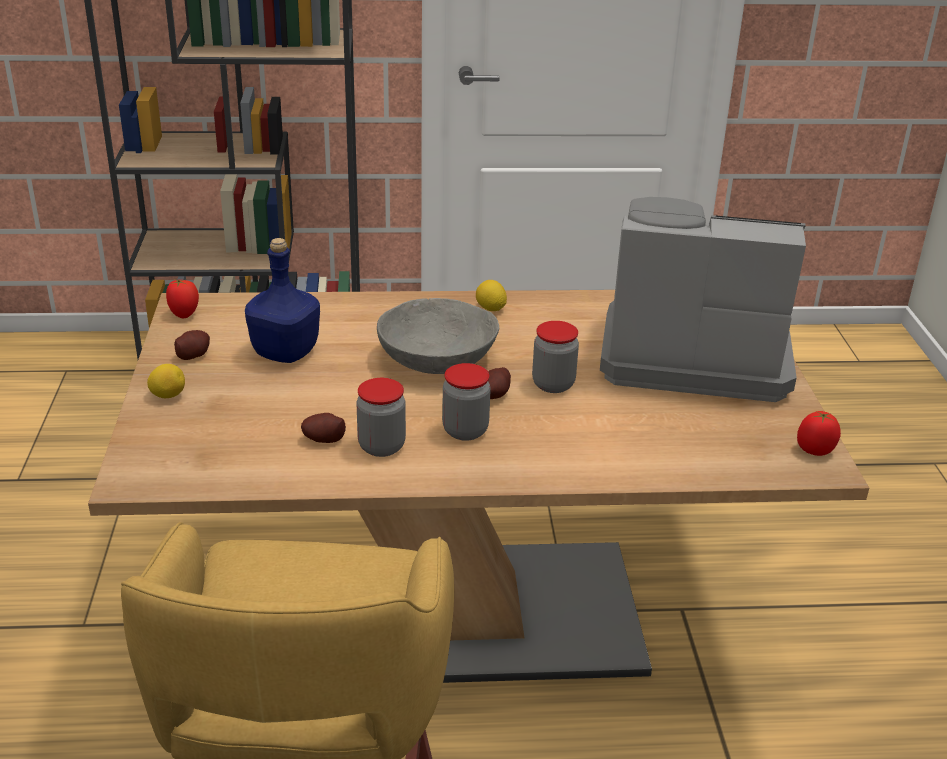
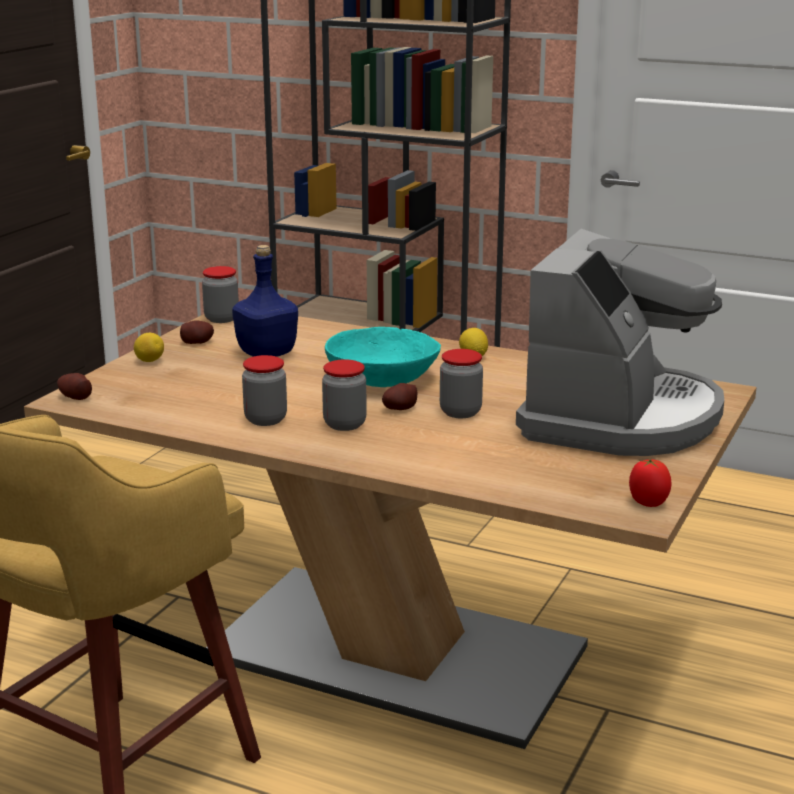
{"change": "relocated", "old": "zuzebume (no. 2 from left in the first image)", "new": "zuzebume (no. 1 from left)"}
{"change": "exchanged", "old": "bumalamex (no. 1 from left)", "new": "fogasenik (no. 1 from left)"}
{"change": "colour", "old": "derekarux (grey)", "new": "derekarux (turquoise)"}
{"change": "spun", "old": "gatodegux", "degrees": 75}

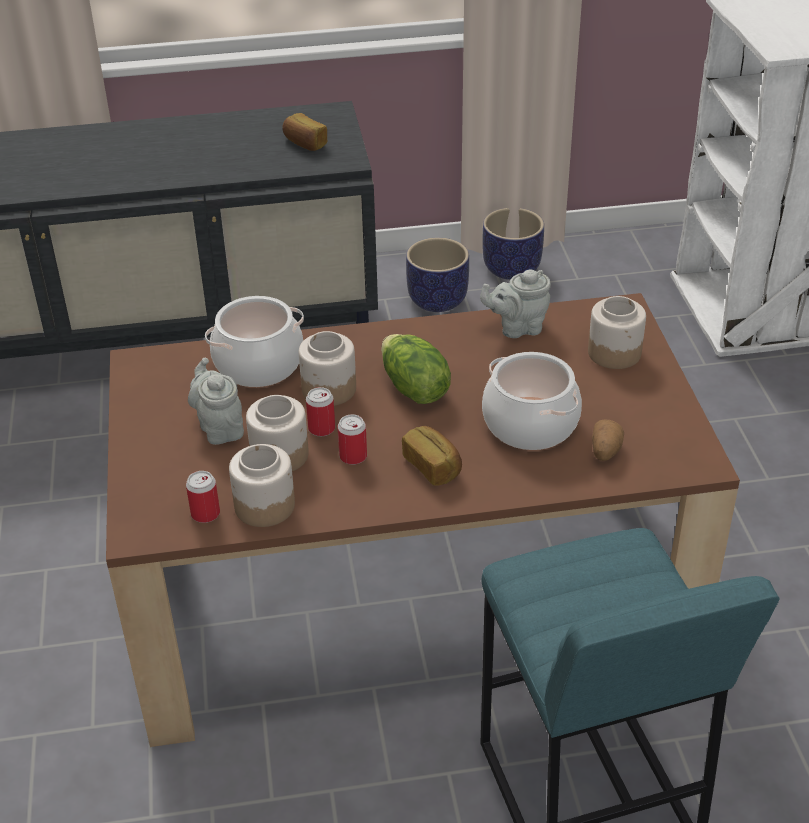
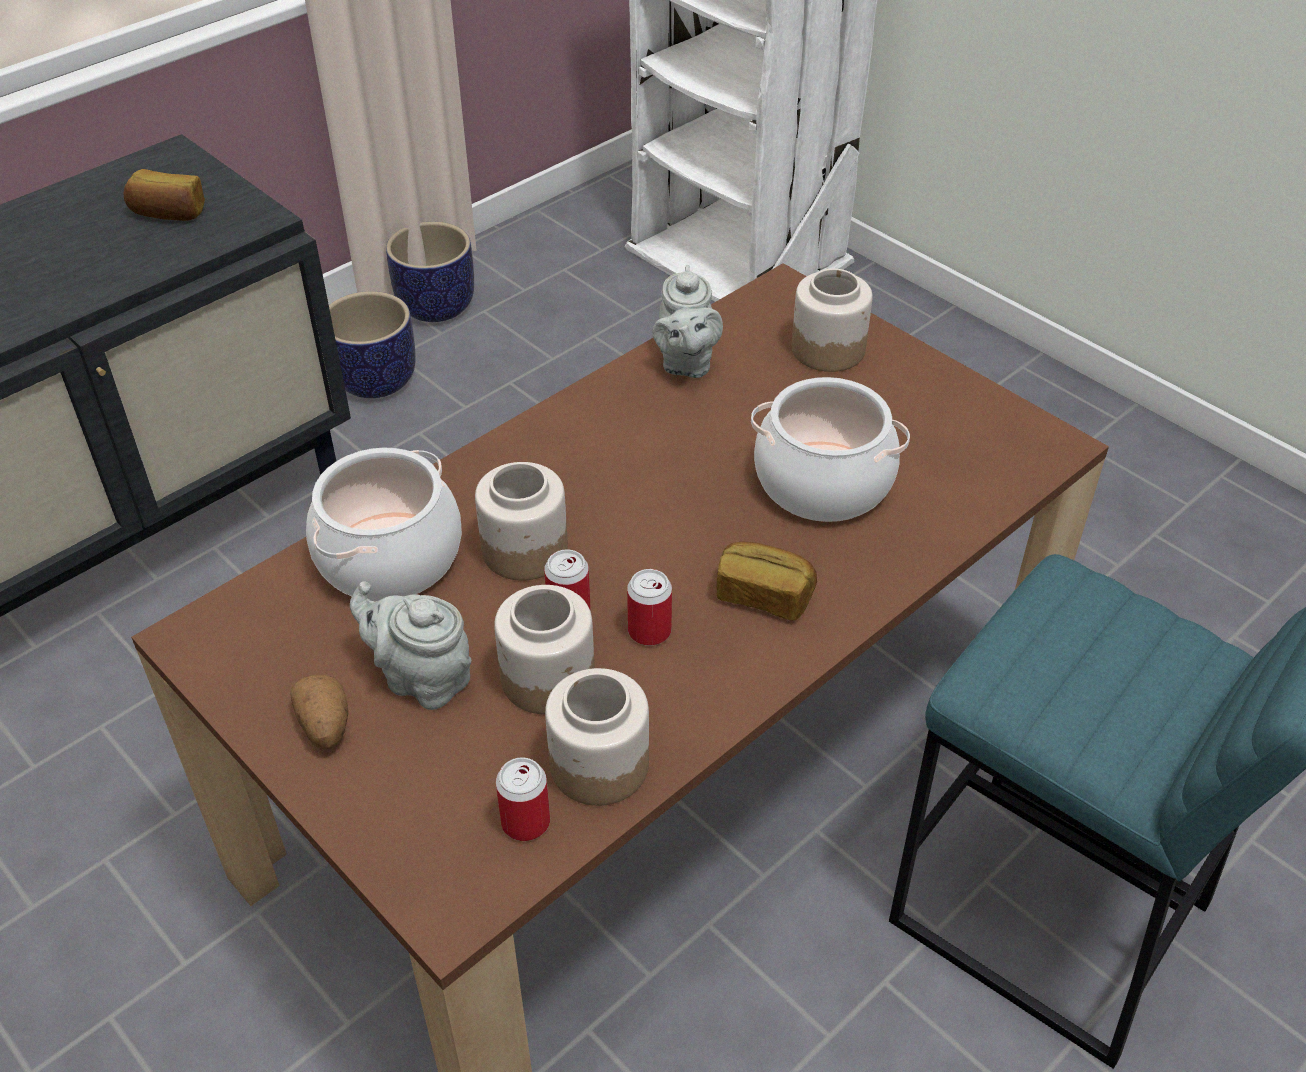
{"change": "missing", "old": "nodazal"}
{"change": "relocated", "old": "zuzebume"}
{"change": "spun", "old": "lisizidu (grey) (no. 2 from left)", "degrees": -45}

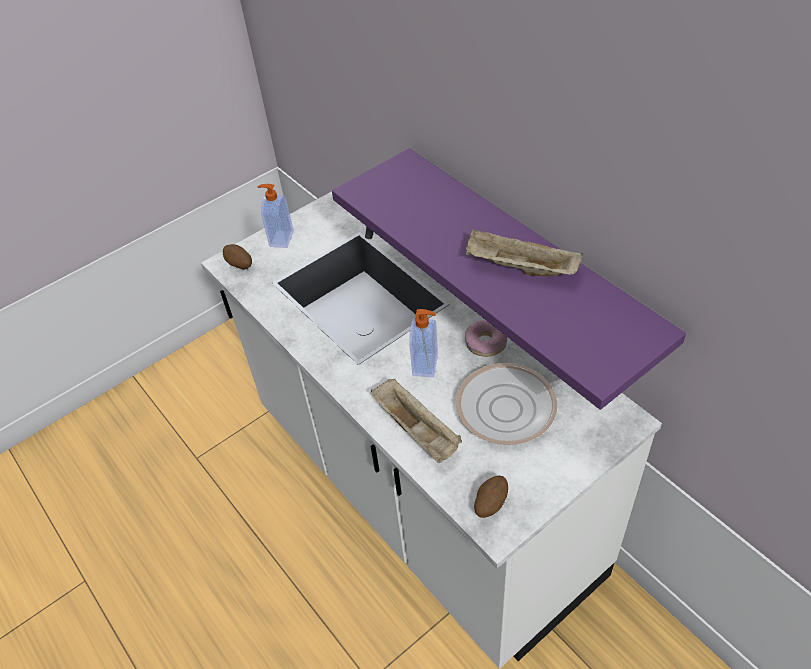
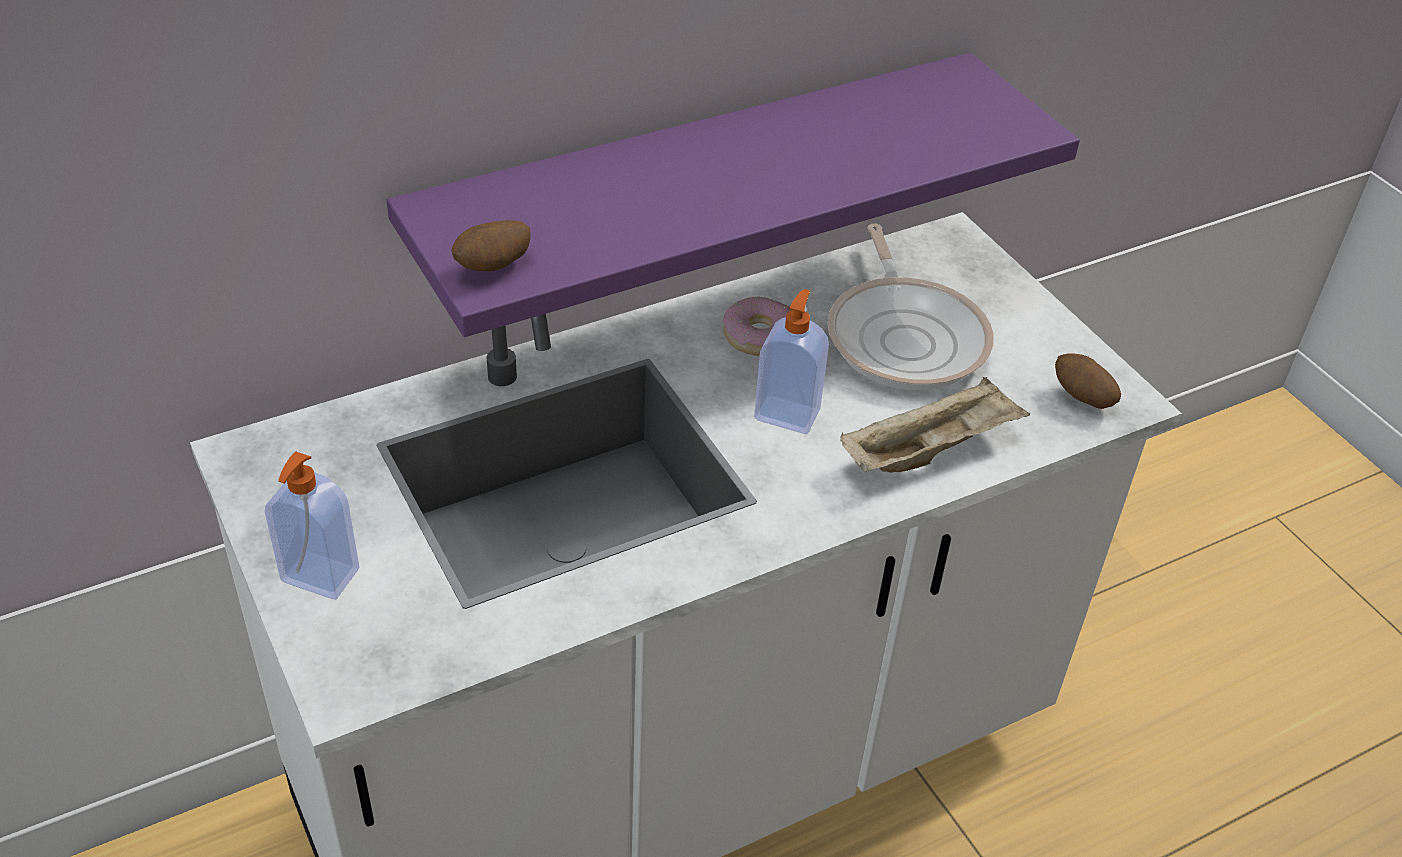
{"change": "missing", "old": "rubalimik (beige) (no. 2 from left)"}
{"change": "relocated", "old": "zuzebume (no. 1 from left)"}

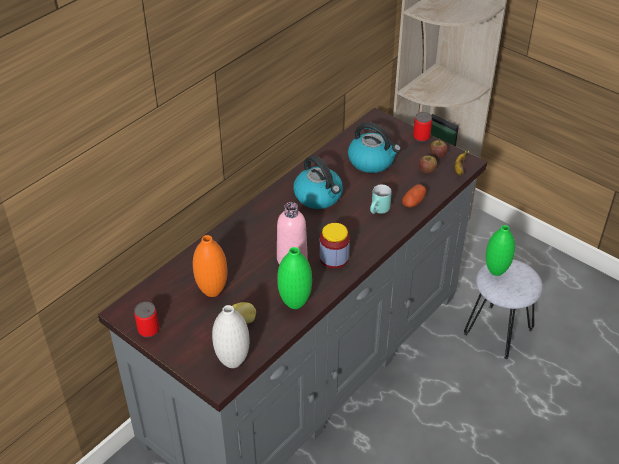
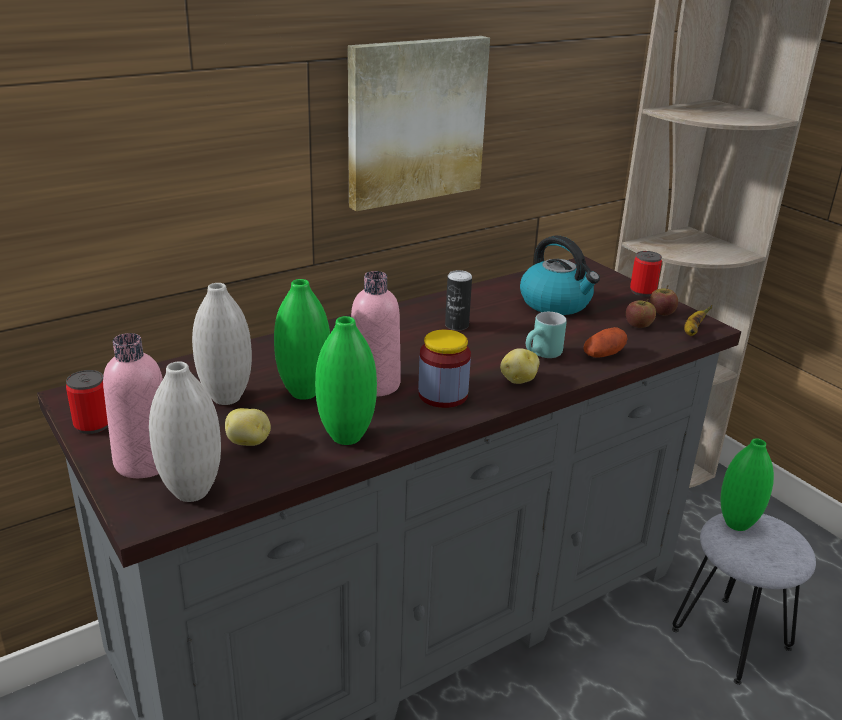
{"change": "appeared", "new": "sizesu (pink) (no. 1 from left)"}
{"change": "appeared", "new": "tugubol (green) (no. 1 from left)"}
{"change": "appeared", "new": "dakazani"}
{"change": "appeared", "new": "zuzebume (no. 2 from left)"}
{"change": "exchanged", "old": "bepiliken (no. 1 from left)", "new": "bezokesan (no. 2 from left)"}
{"change": "colour", "old": "tugubol (orange)", "new": "tugubol (white) (no. 2 from left)"}

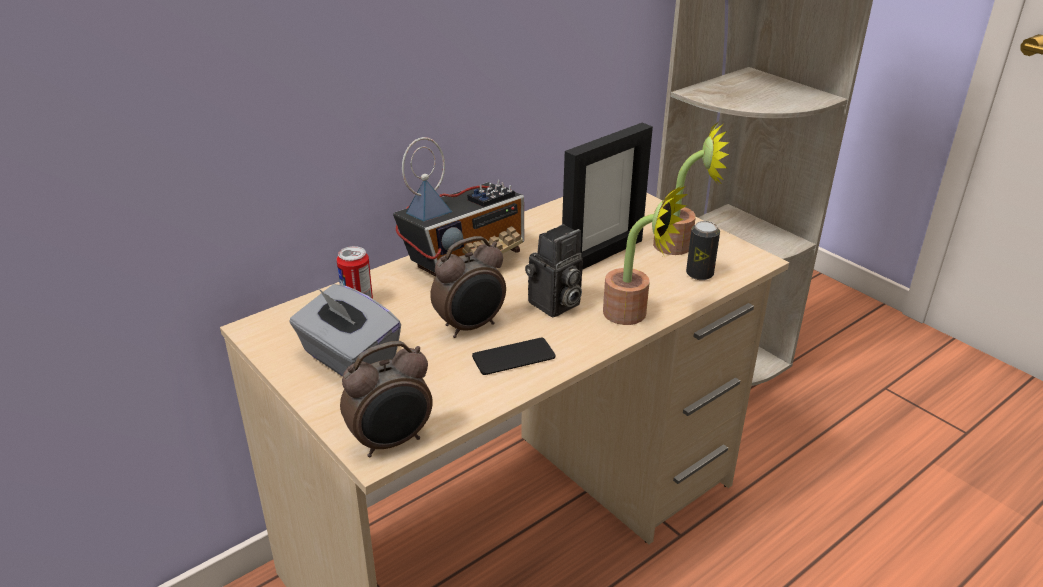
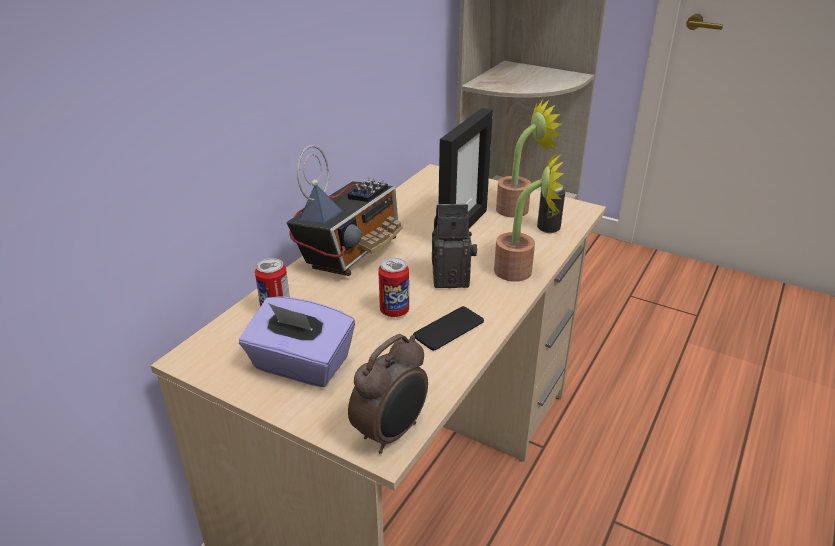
{"change": "exchanged", "old": "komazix (no. 2 from left)", "new": "bezokesan (no. 2 from left)"}
{"change": "colour", "old": "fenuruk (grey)", "new": "fenuruk (purple)"}
{"change": "spun", "old": "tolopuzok", "degrees": -120}

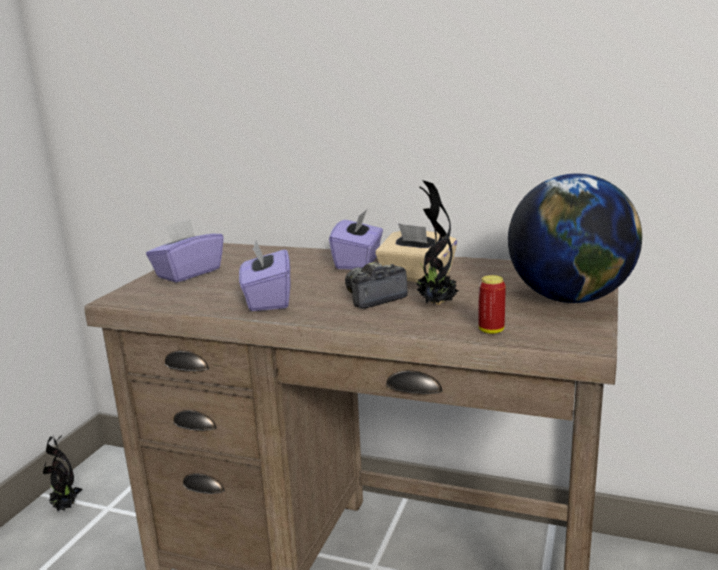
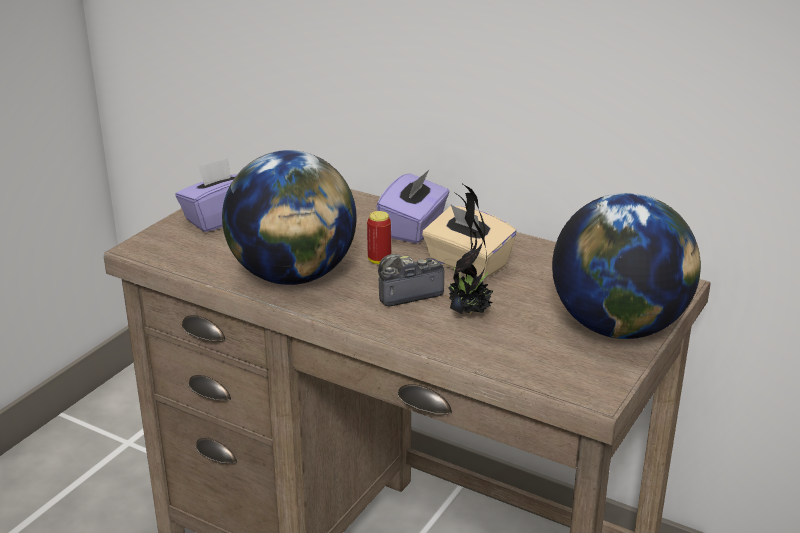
{"change": "missing", "old": "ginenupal (no. 1 from left)"}
{"change": "relocated", "old": "bezokesan"}
{"change": "exchanged", "old": "fenuruk (purple) (no. 2 from left)", "new": "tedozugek (no. 1 from left)"}

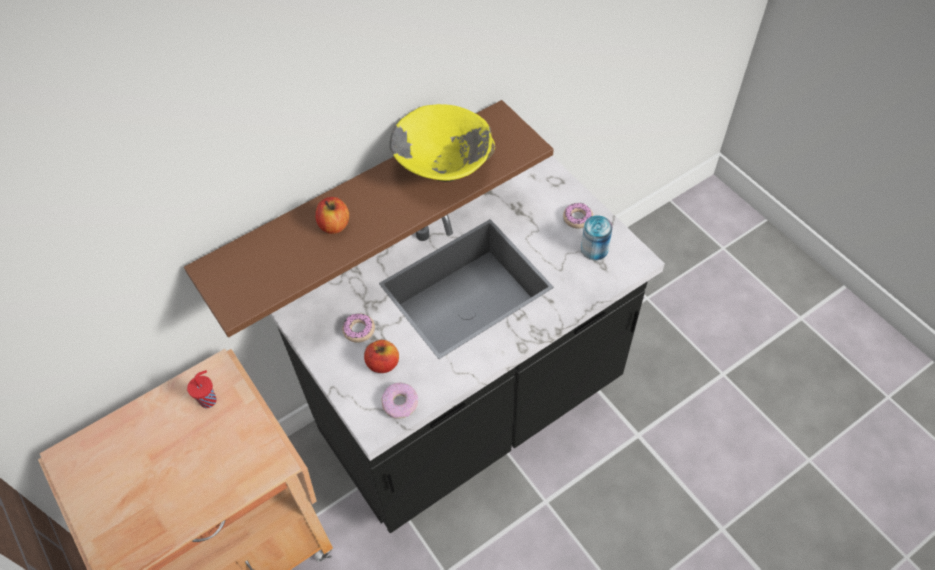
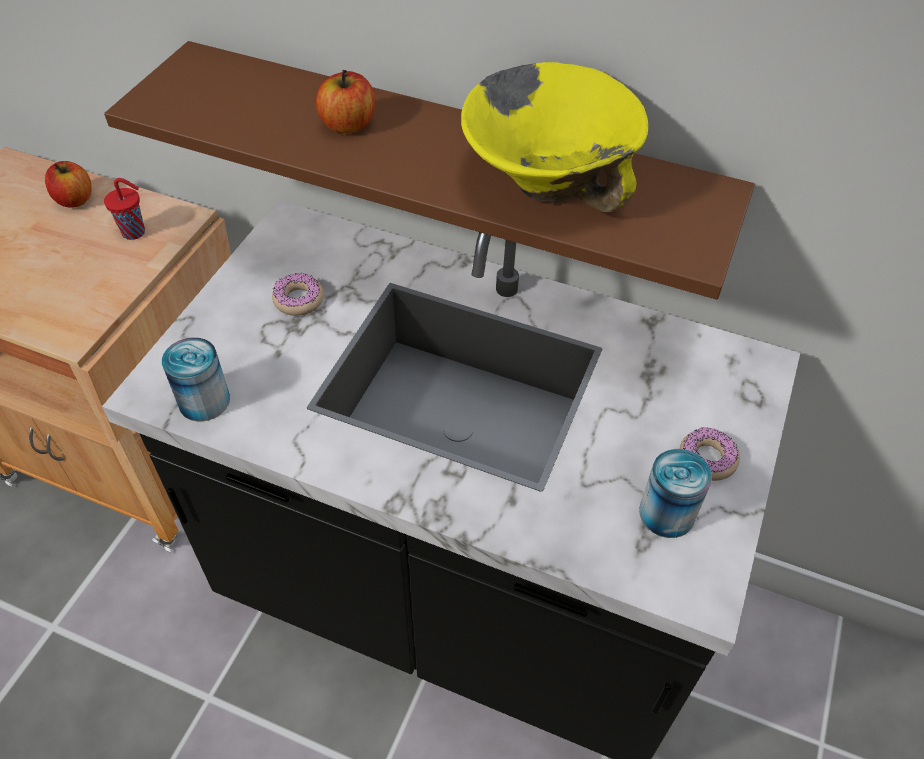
{"change": "relocated", "old": "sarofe (no. 2 from left in the first image)", "new": "sarofe (no. 1 from left)"}
{"change": "exchanged", "old": "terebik (no. 2 from left)", "new": "bezokesan (no. 1 from left)"}

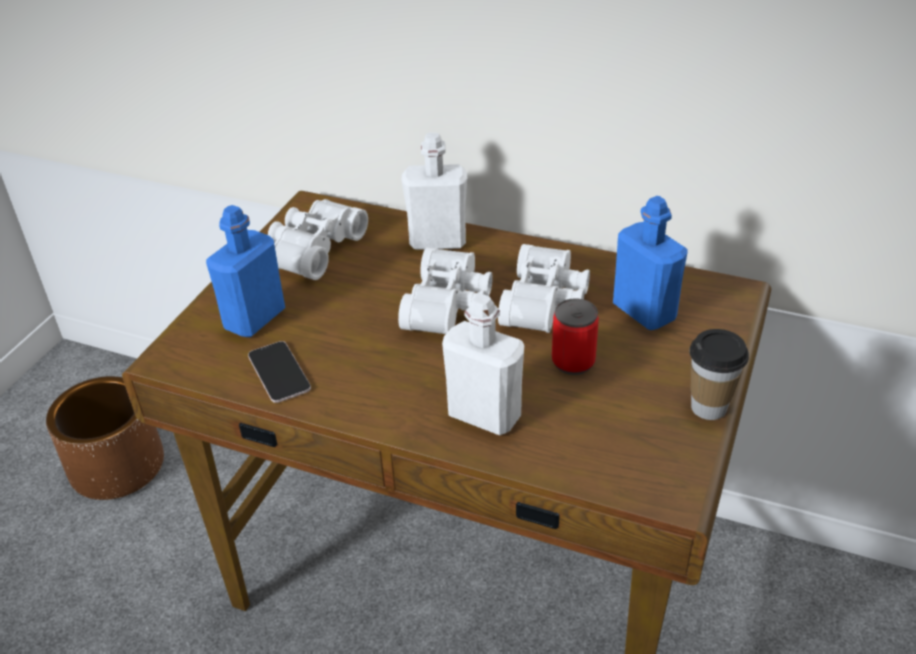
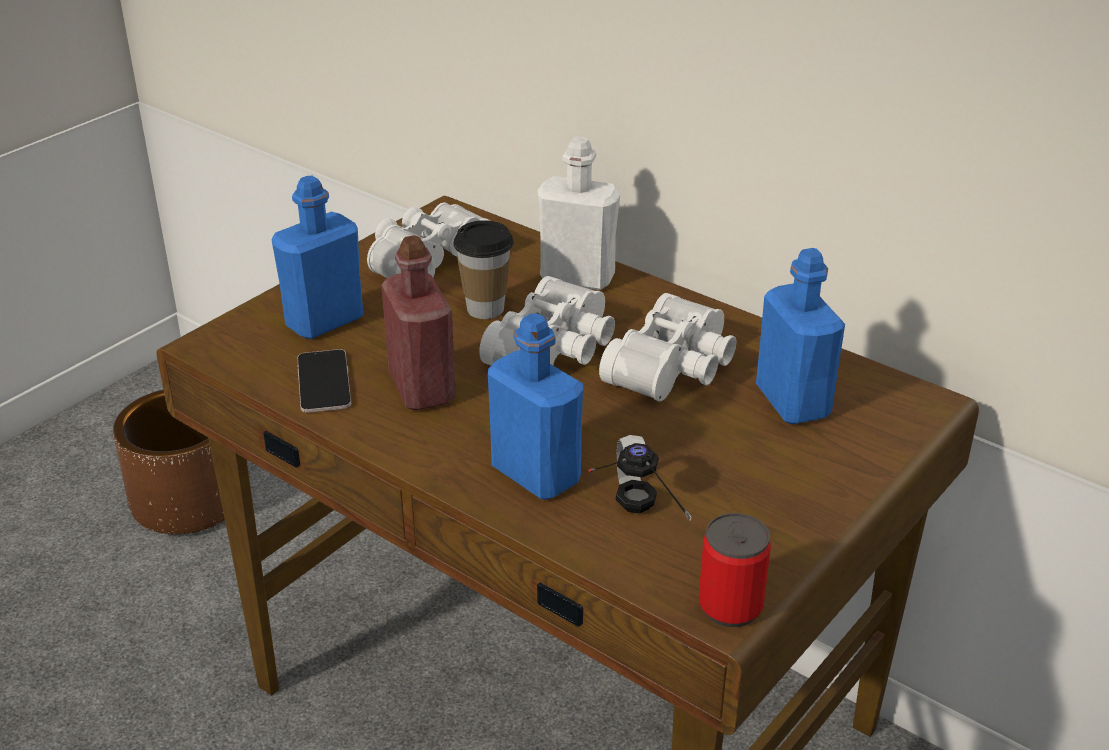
{"change": "appeared", "new": "sizesu (red)"}
{"change": "appeared", "new": "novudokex"}
{"change": "relocated", "old": "bezokesan"}
{"change": "relocated", "old": "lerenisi"}
{"change": "colour", "old": "sizesu (white) (no. 2 from left)", "new": "sizesu (blue) (no. 2 from left)"}

